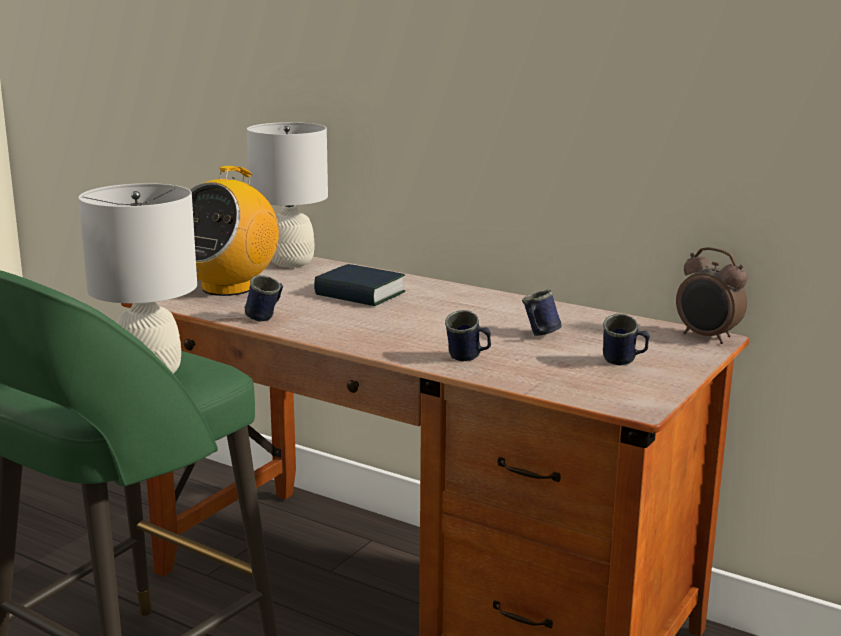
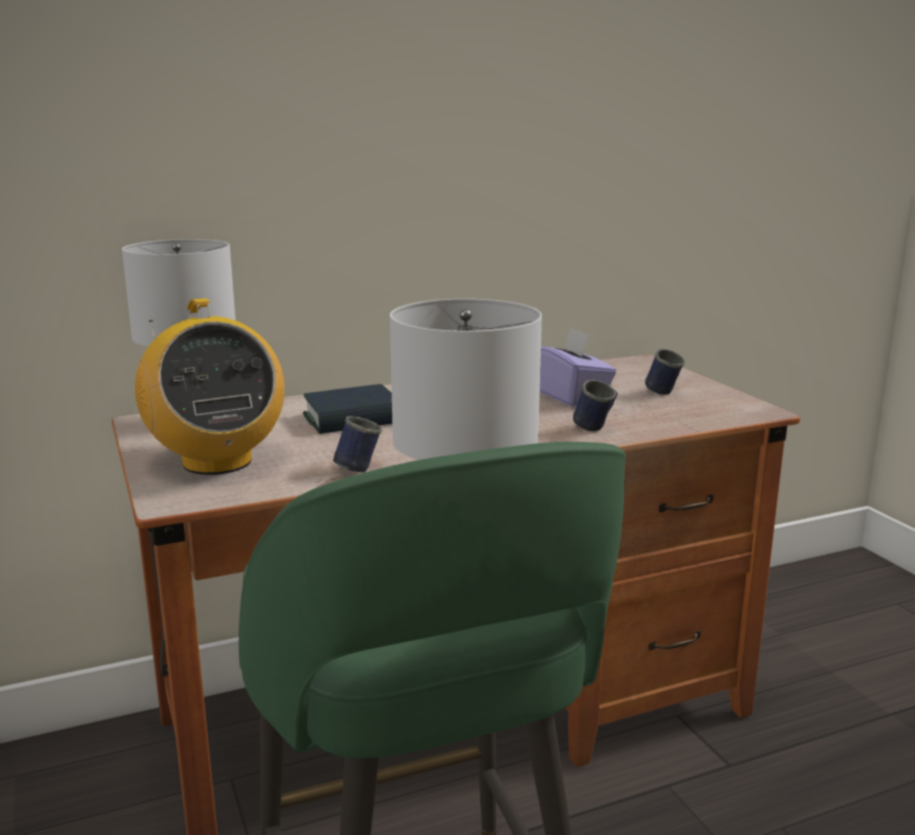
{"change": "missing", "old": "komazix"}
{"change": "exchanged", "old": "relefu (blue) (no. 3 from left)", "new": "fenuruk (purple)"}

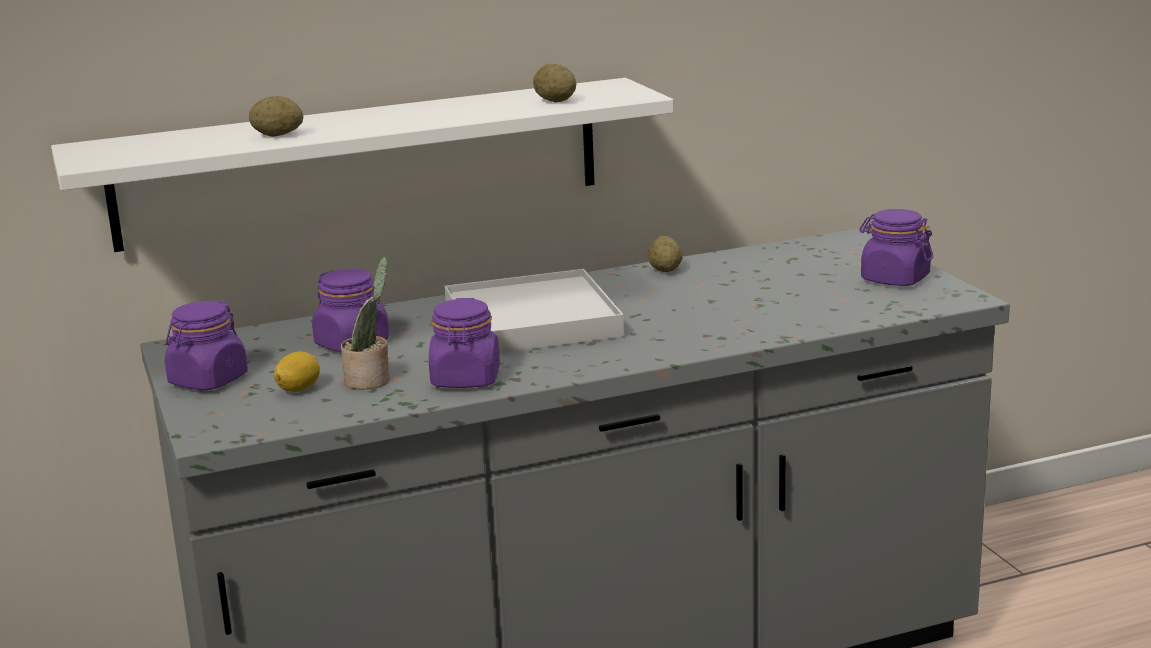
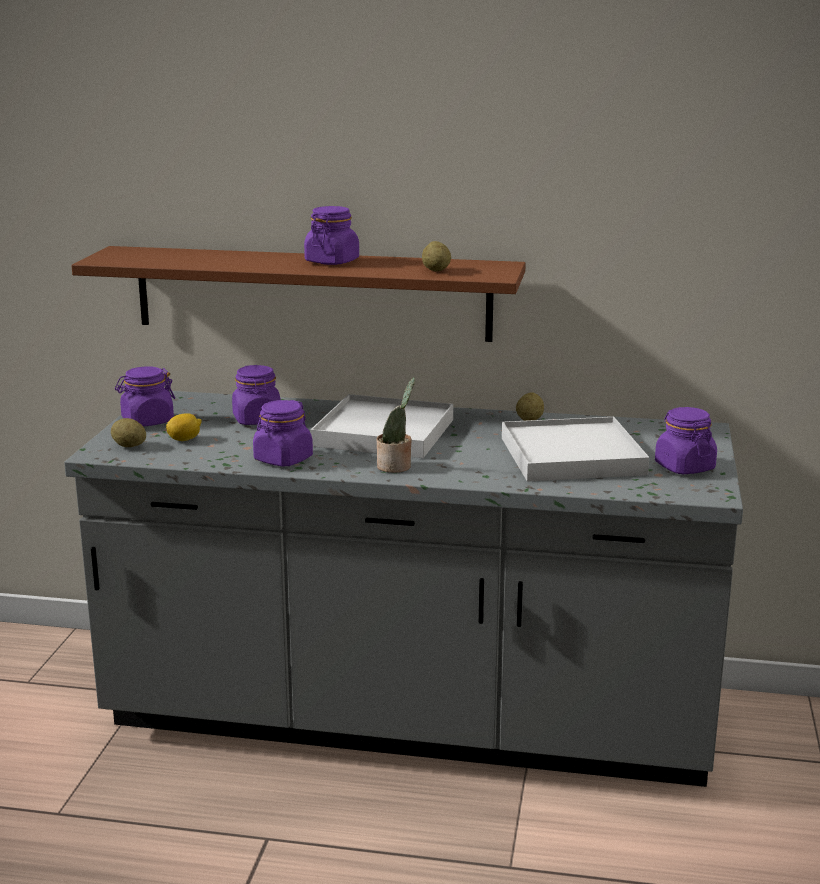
{"change": "appeared", "new": "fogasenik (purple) (no. 4 from left)"}
{"change": "appeared", "new": "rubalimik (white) (no. 2 from left)"}
{"change": "relocated", "old": "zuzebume (no. 1 from left)"}
{"change": "relocated", "old": "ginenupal"}
{"change": "colour", "old": "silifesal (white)", "new": "silifesal (brown)"}

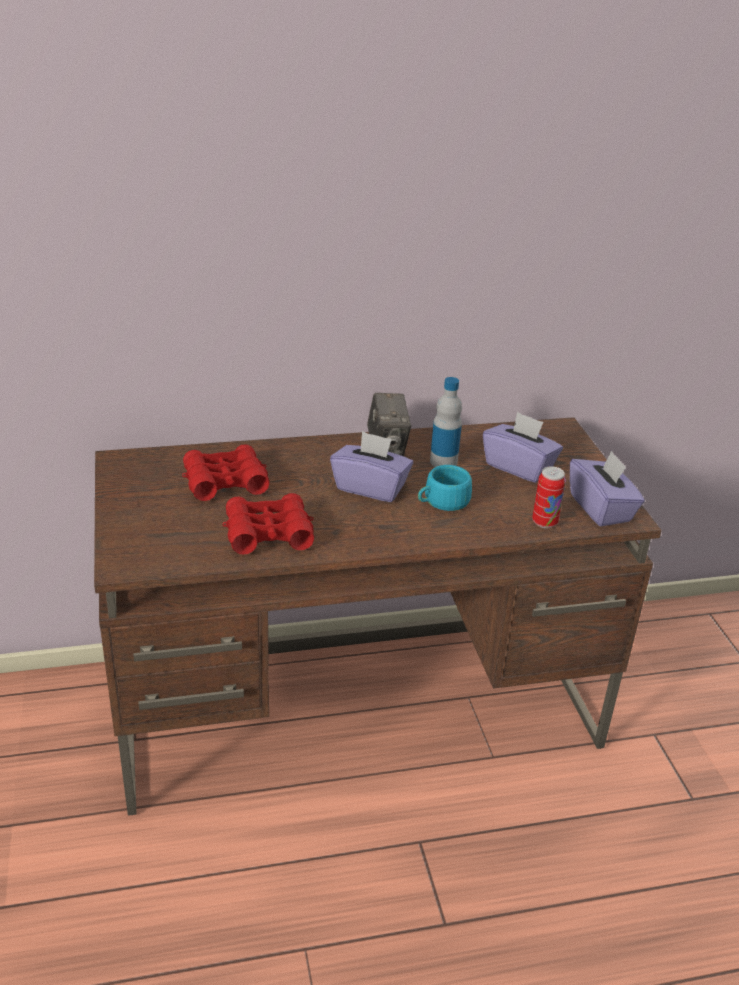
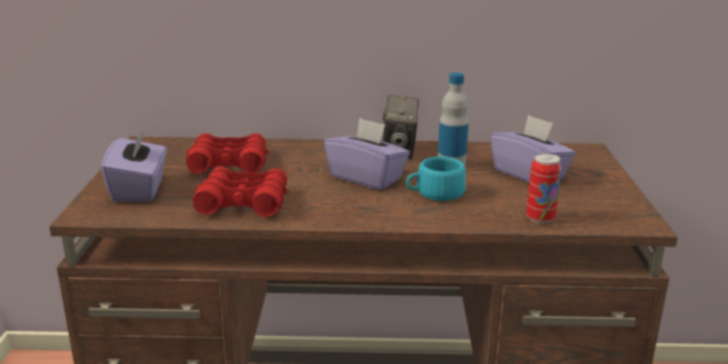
{"change": "relocated", "old": "fenuruk (purple) (no. 3 from left in the first image)", "new": "fenuruk (purple) (no. 1 from left)"}

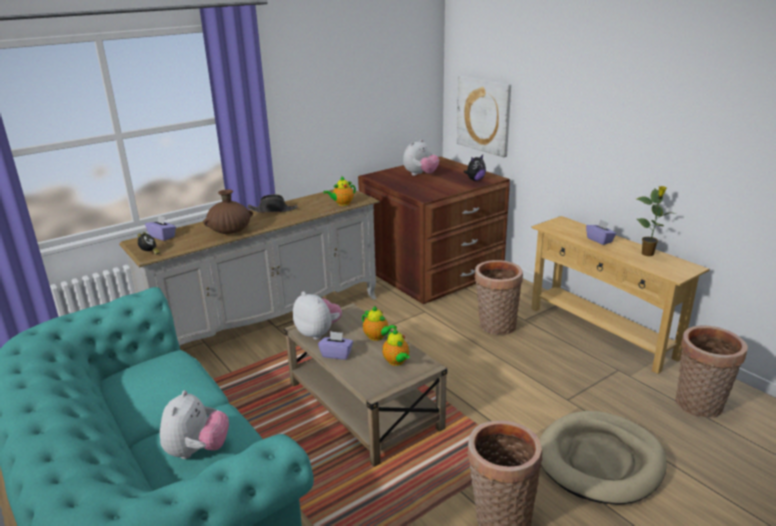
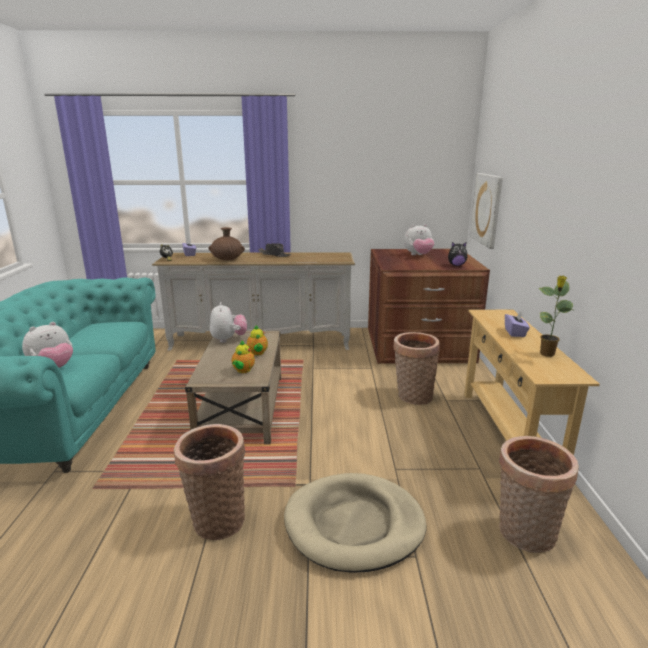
{"change": "missing", "old": "fenuruk (purple) (no. 2 from left)"}
{"change": "missing", "old": "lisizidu (no. 1 from left)"}

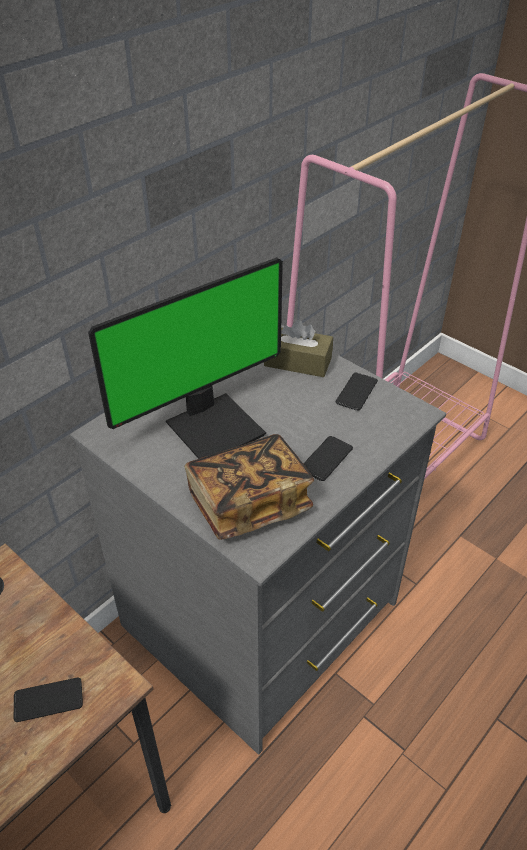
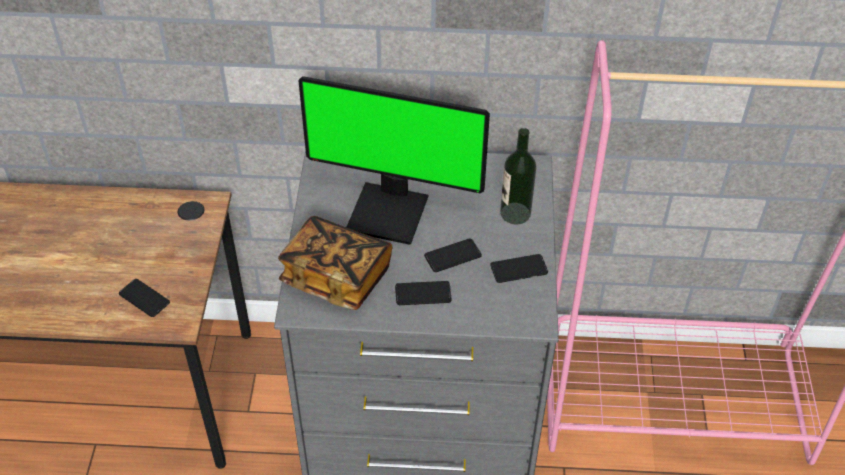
{"change": "appeared", "new": "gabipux (no. 3 from left)"}
{"change": "exchanged", "old": "fenuruk (brown)", "new": "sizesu"}

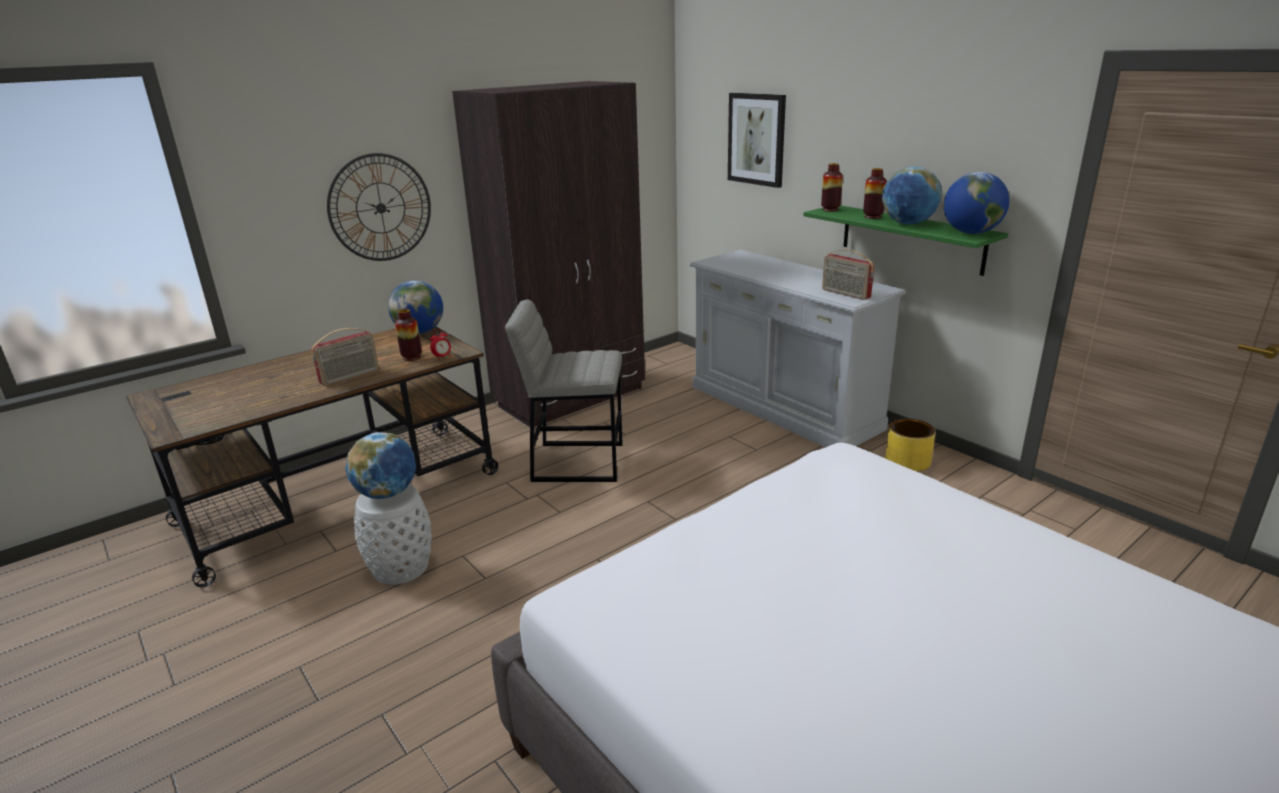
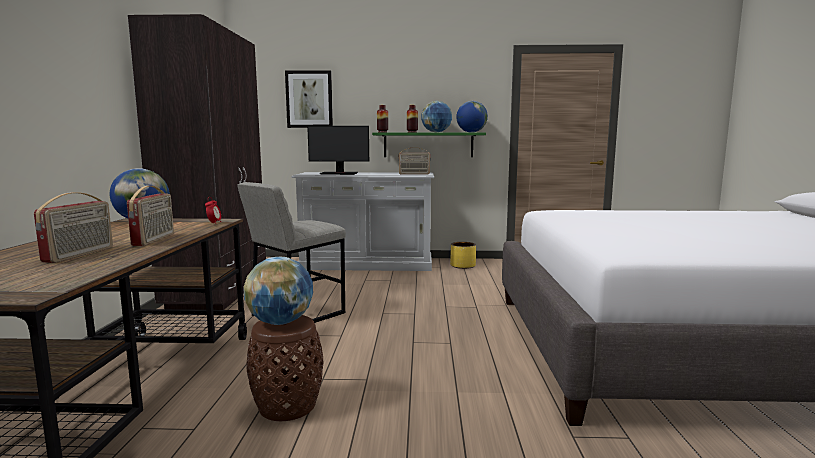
{"change": "missing", "old": "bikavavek"}
{"change": "missing", "old": "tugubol (no. 1 from left)"}
{"change": "appeared", "new": "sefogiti (no. 1 from left)"}
{"change": "appeared", "new": "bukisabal"}
{"change": "colour", "old": "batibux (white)", "new": "batibux (brown)"}

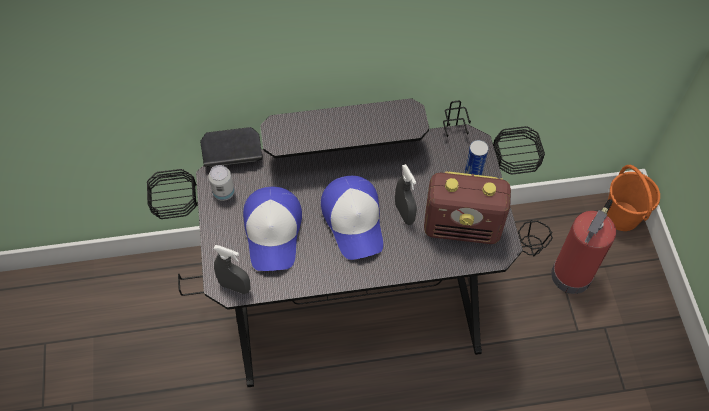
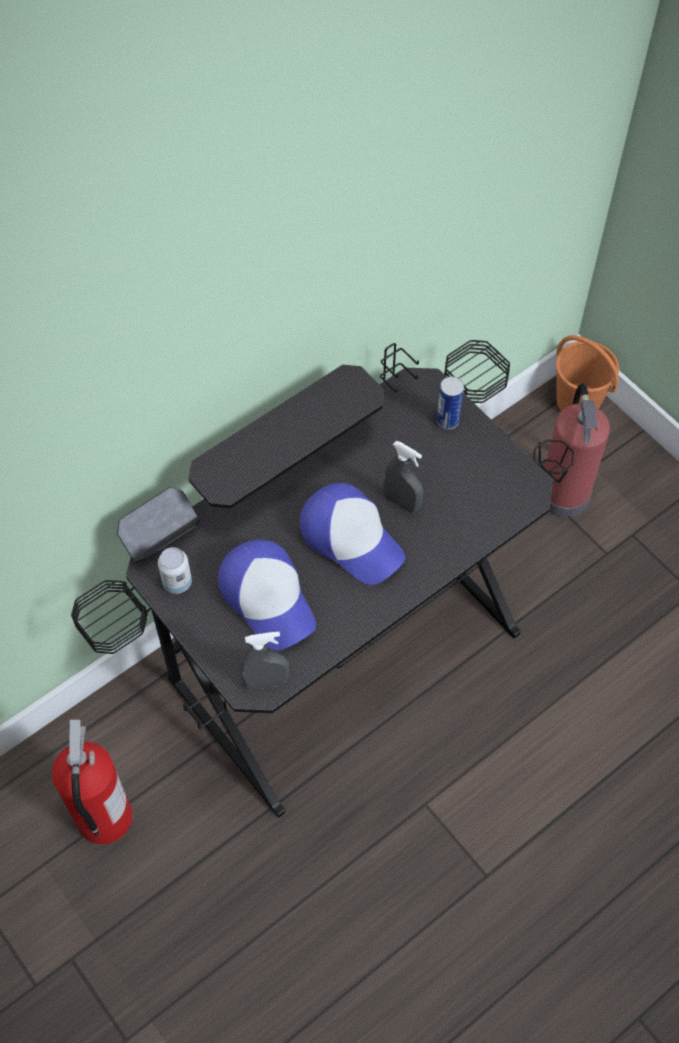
{"change": "missing", "old": "sefogiti"}
{"change": "appeared", "new": "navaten (no. 1 from left)"}

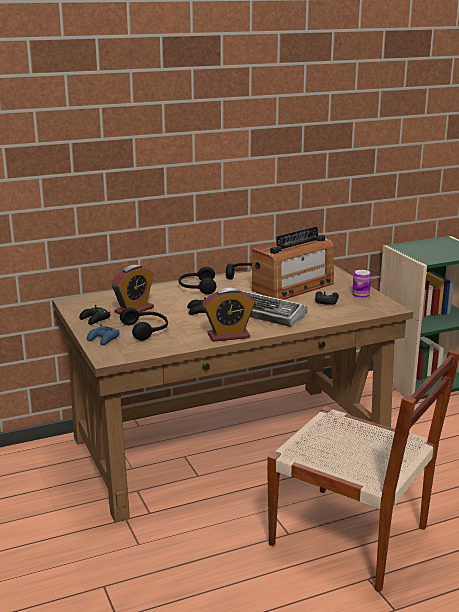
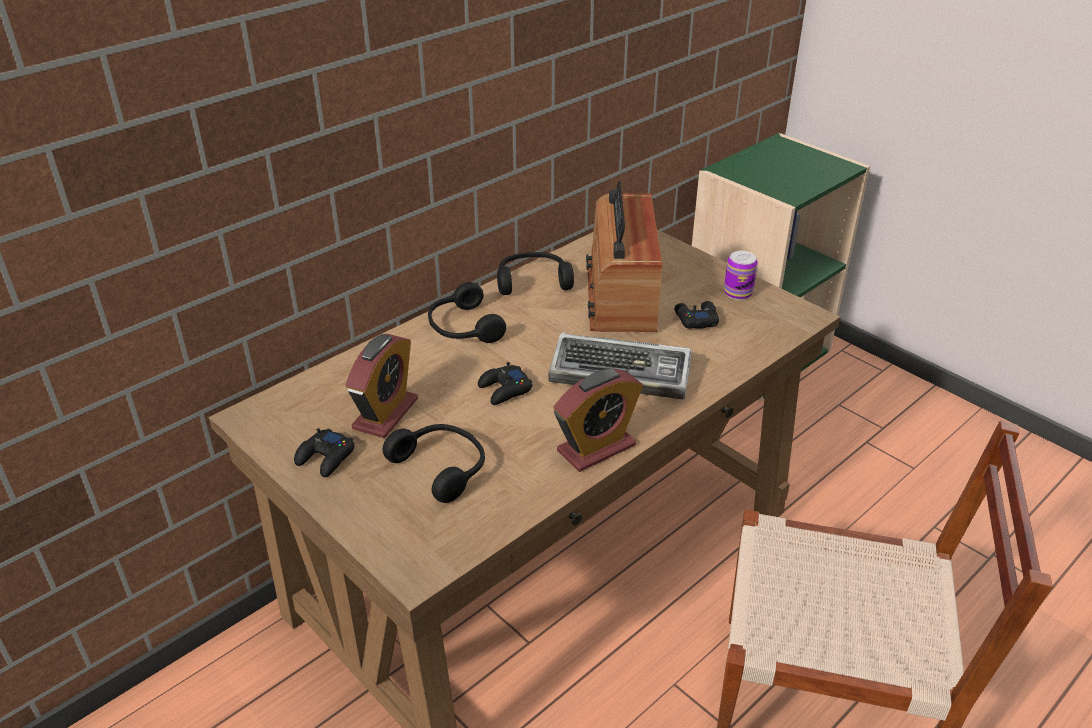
{"change": "missing", "old": "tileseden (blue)"}
{"change": "spun", "old": "sefogiti", "degrees": 150}

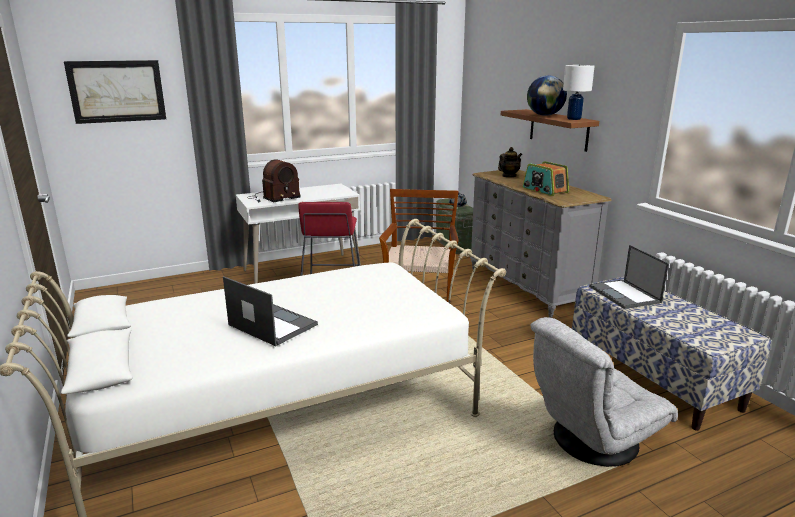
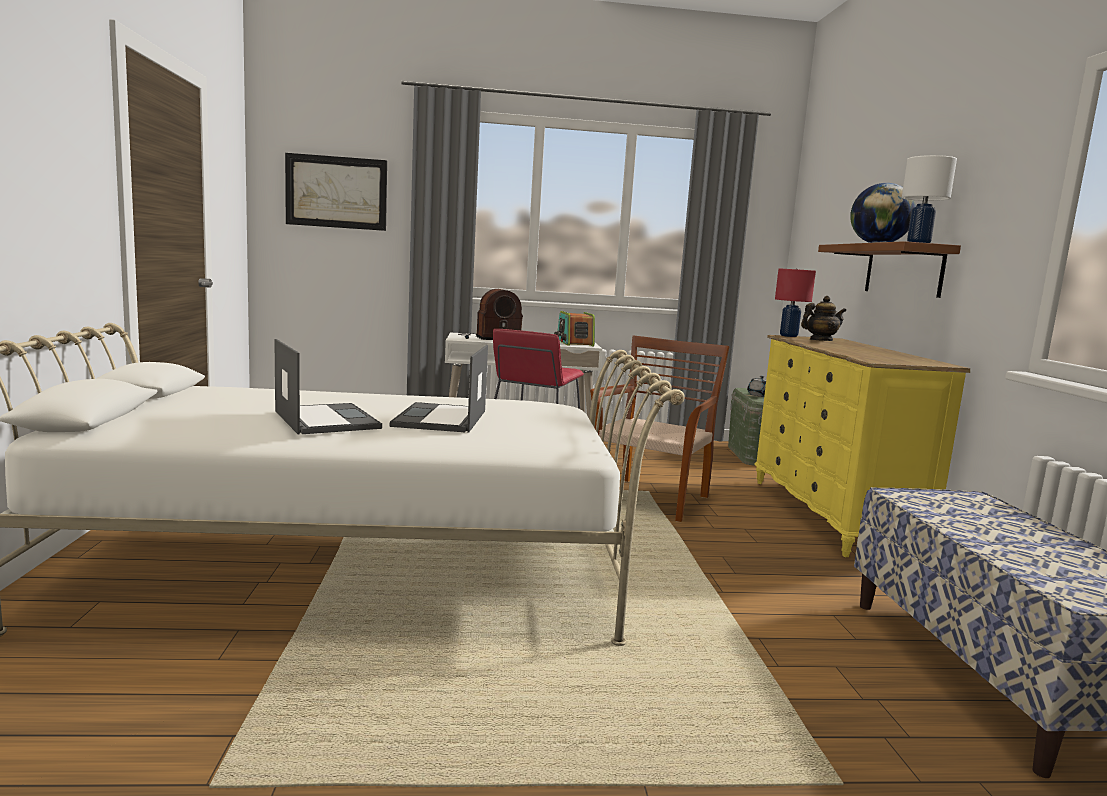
{"change": "missing", "old": "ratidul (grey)"}
{"change": "appeared", "new": "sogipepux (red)"}
{"change": "relocated", "old": "sefogiti (no. 2 from left)"}
{"change": "relocated", "old": "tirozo (no. 2 from left)"}
{"change": "colour", "old": "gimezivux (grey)", "new": "gimezivux (yellow)"}

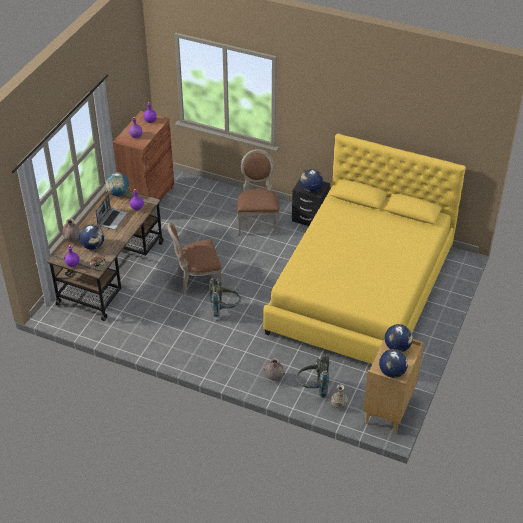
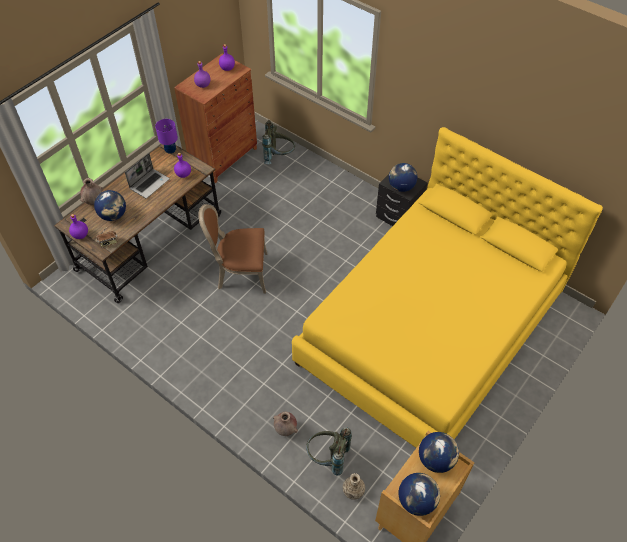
{"change": "missing", "old": "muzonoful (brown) (no. 2 from left)"}
{"change": "relocated", "old": "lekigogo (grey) (no. 1 from left)"}
{"change": "exchanged", "old": "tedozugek (no. 2 from left)", "new": "sogipepux (purple)"}

